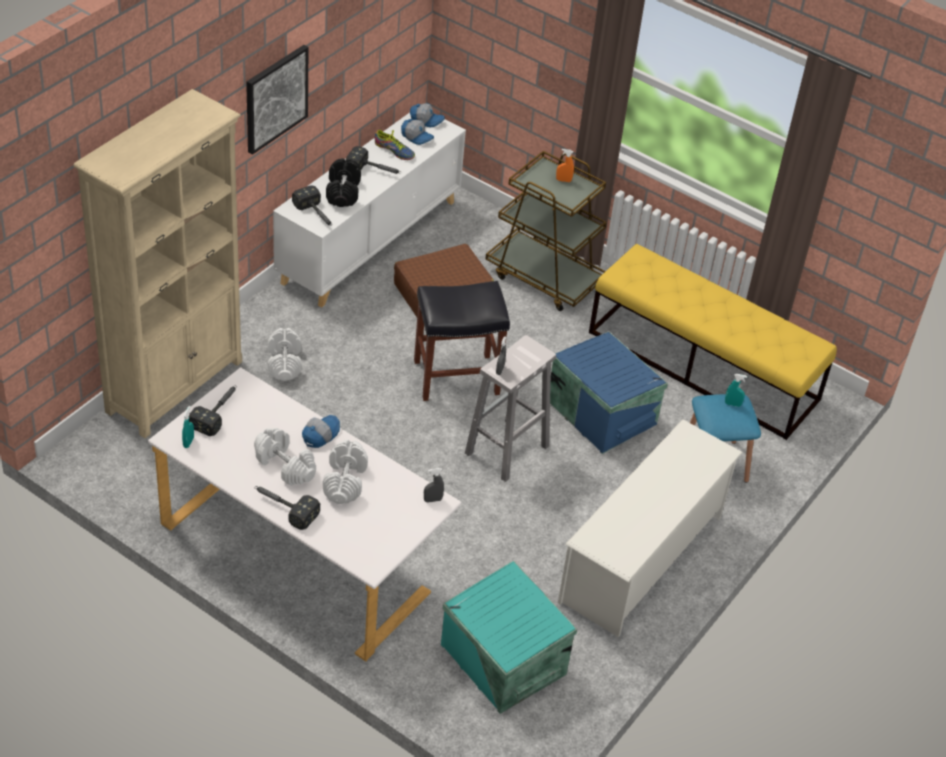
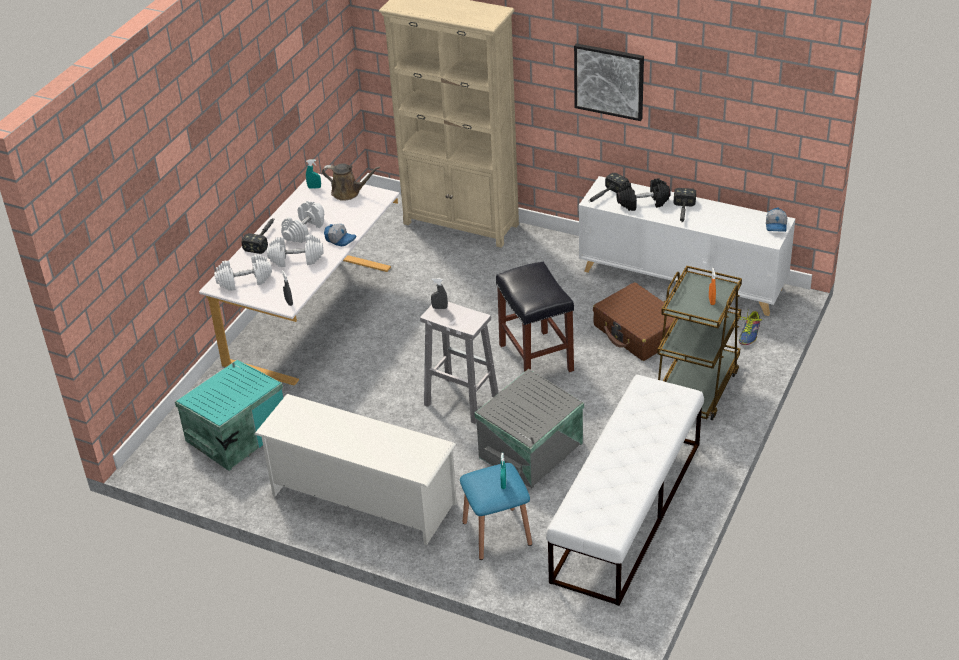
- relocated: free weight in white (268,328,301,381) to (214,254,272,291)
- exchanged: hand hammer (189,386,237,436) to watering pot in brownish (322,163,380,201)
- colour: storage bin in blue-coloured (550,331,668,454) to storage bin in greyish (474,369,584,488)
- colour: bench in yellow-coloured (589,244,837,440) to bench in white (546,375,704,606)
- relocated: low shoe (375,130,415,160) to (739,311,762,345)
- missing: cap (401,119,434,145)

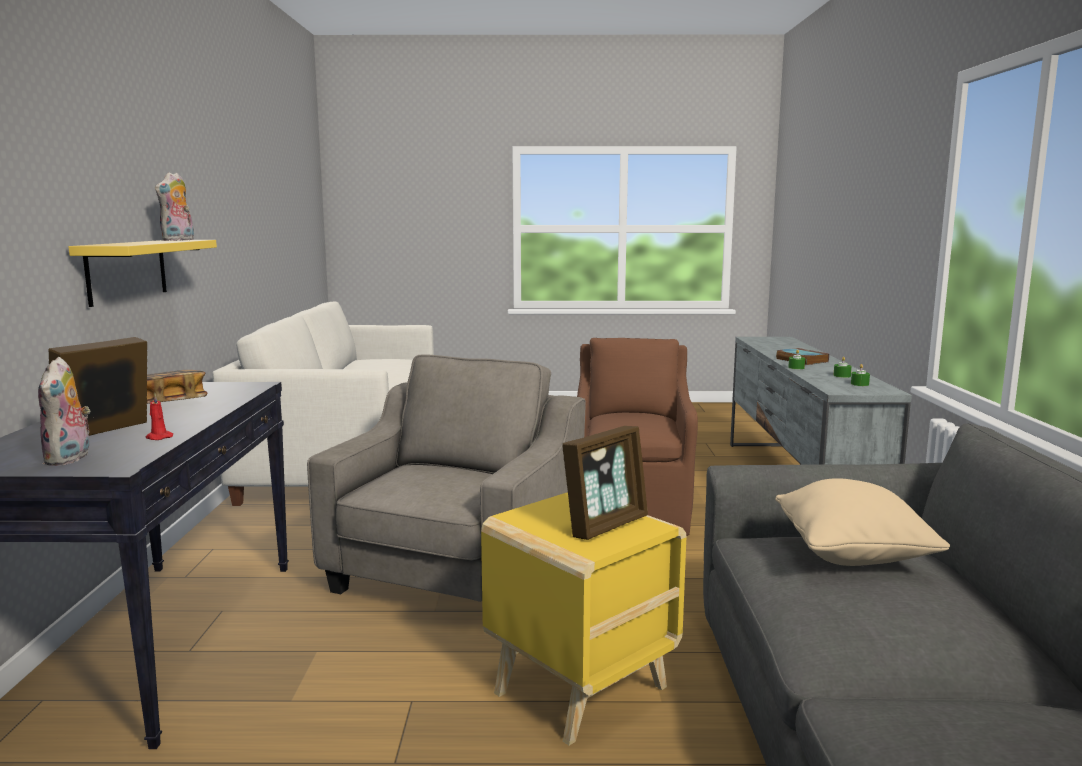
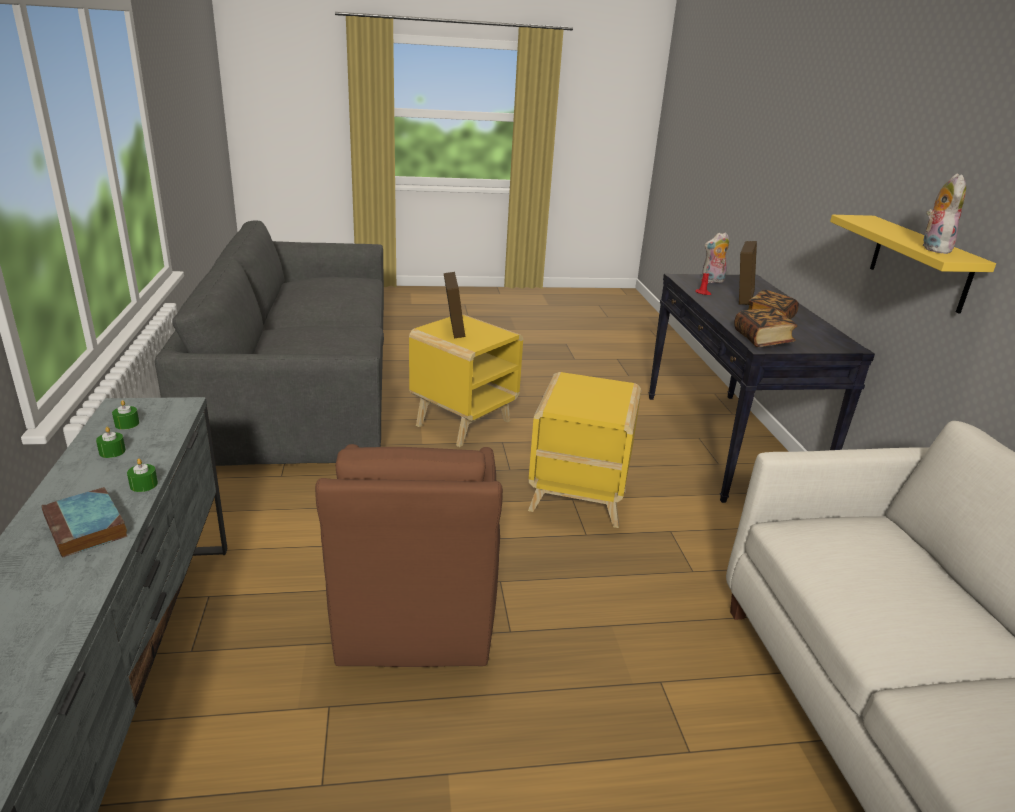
- spun: standing frame (562,426,648,540) = (444,272,465,338) 135 degrees clockwise
- exchanged: armchair in greyish (307,354,586,602) to accent table in yellow-coloured (528,372,641,528)
- spun: cuddly toy (38,357,91,466) = (701,232,729,283) 90 degrees counterclockwise
- appeared: volume (734,308,797,347)
- missing: cushion in beige-coloured (775,478,950,566)

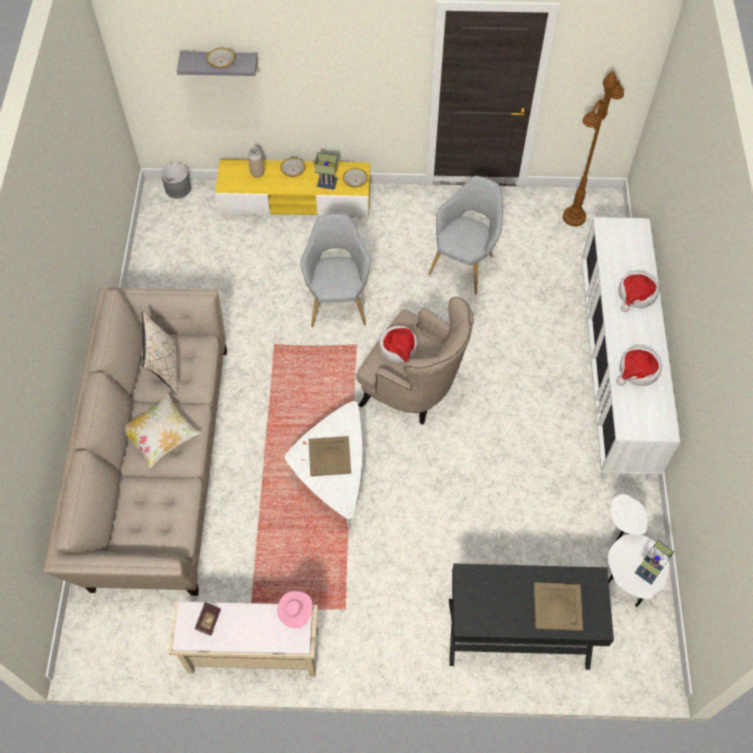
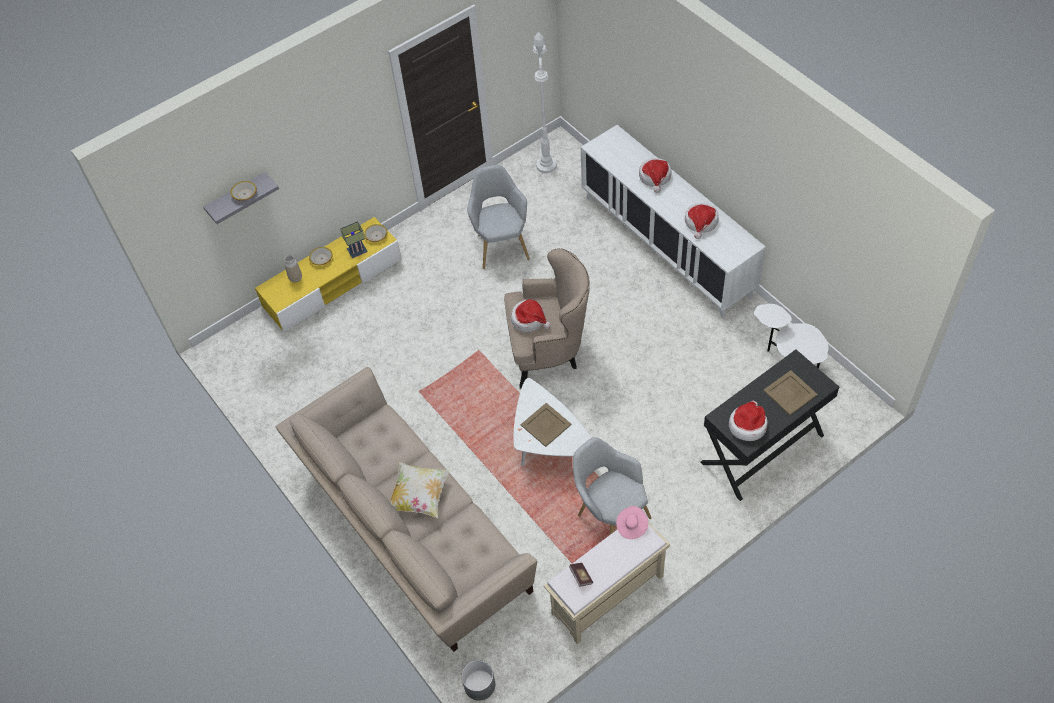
- relocated: plant pot in greyish (161,163,191,198) to (461,660,495,701)
- colour: standard lamp in brownish (563,71,624,226) to standard lamp in white (533,32,557,173)
- relocated: armchair in greyish (300,214,371,327) to (573,437,652,535)
- appeared: hat (729,401,768,441)
- missing: cushion in beige-coloured (142,311,178,395)
- missing: table lamp (635,540,674,585)

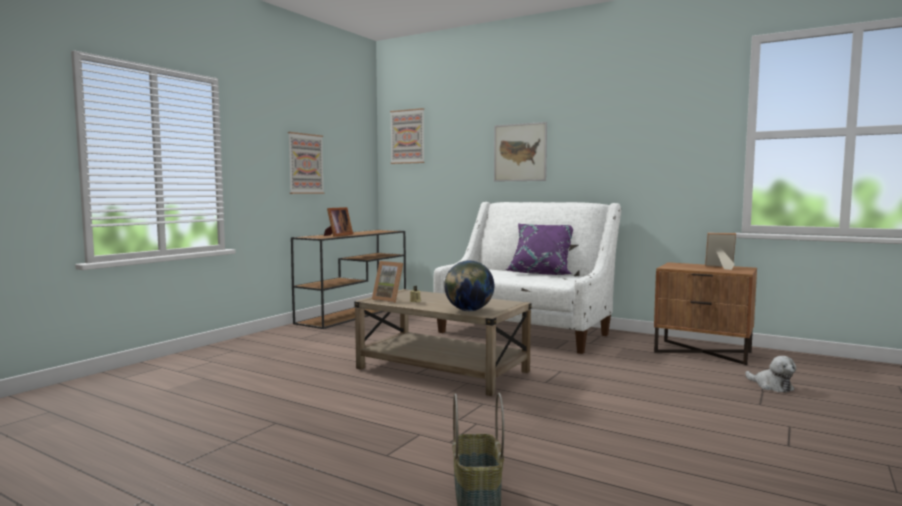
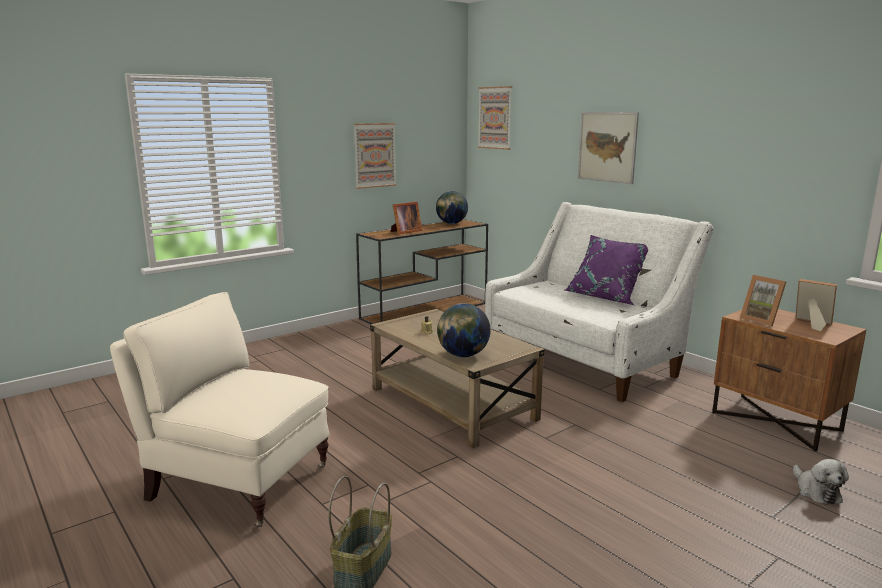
- appeared: armchair in beige-coloured (110,292,329,528)
- appeared: desk globe (436,191,468,224)
- relocated: standing frame (372,261,403,303) to (740,275,786,326)

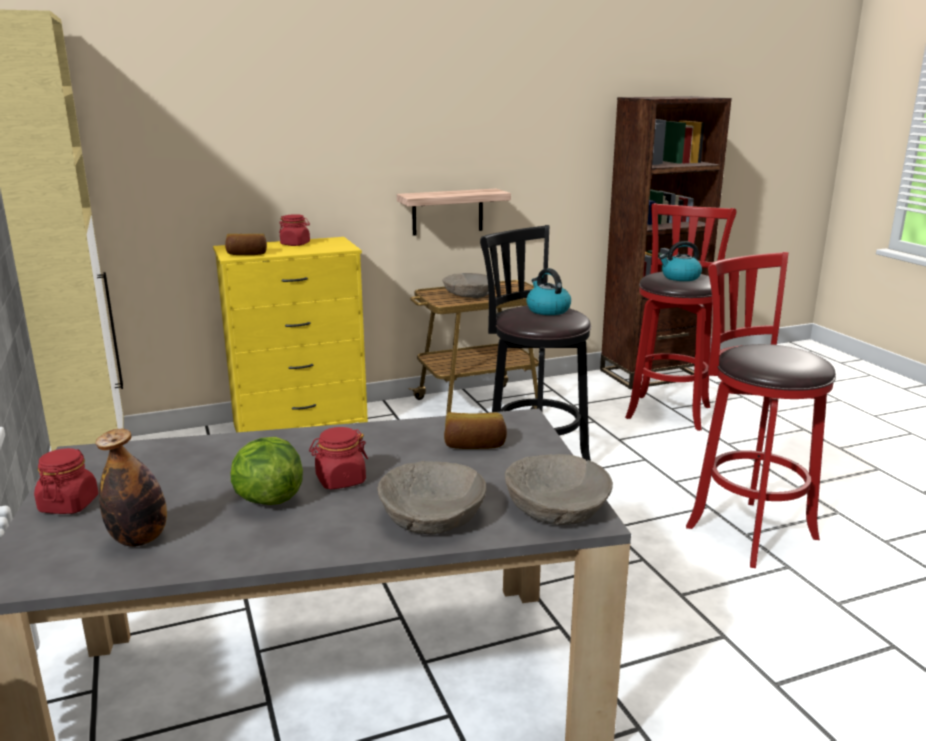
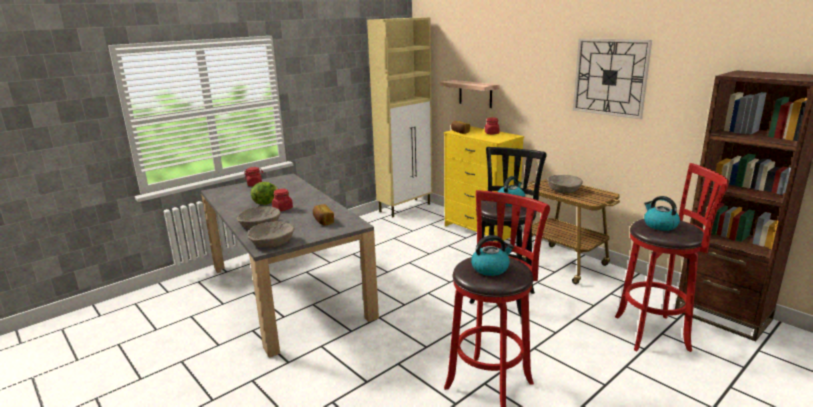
- relocated: wall shelf (397,189,511,236) to (440,80,499,108)
- appeared: kettle (471,235,514,276)
- appeared: wall clock (573,38,652,119)
- missing: beverage bottle (96,429,167,547)

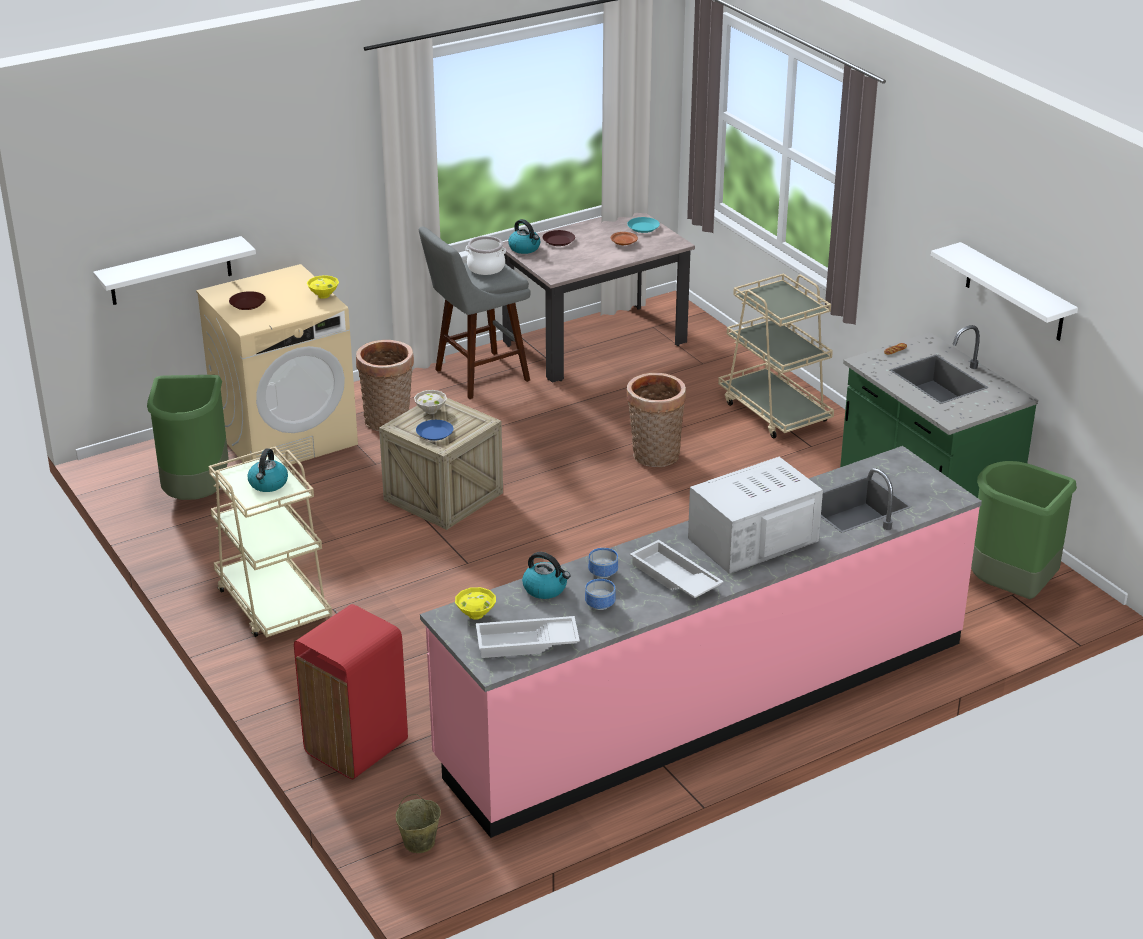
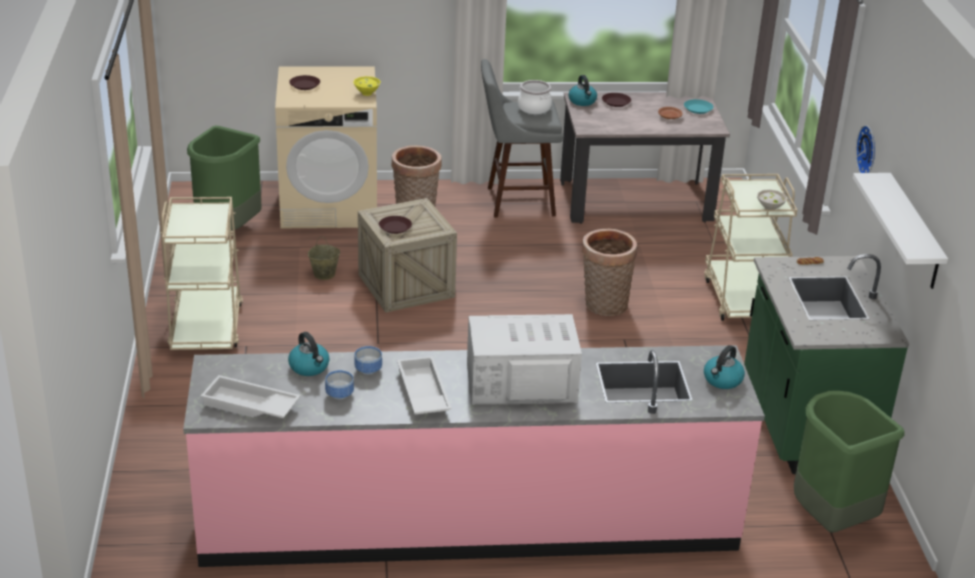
- relocated: water bucket in beige-coloured (396,794,441,853) to (308,237,340,280)
- colour: flat dish in blue-coloured (416,420,453,441) to flat dish in brownish (379,216,412,234)
- relocated: kettle (247,448,288,492) to (704,345,745,389)
- relocated: deep dish in white (414,390,447,414) to (757,189,787,209)
- appeared: wall clock (856,125,875,173)
- missing: wall shelf in white (93,236,256,305)
- missing: waste bin in red (294,604,408,779)
- missing: deep dish in yellow-coloured (455,587,496,619)

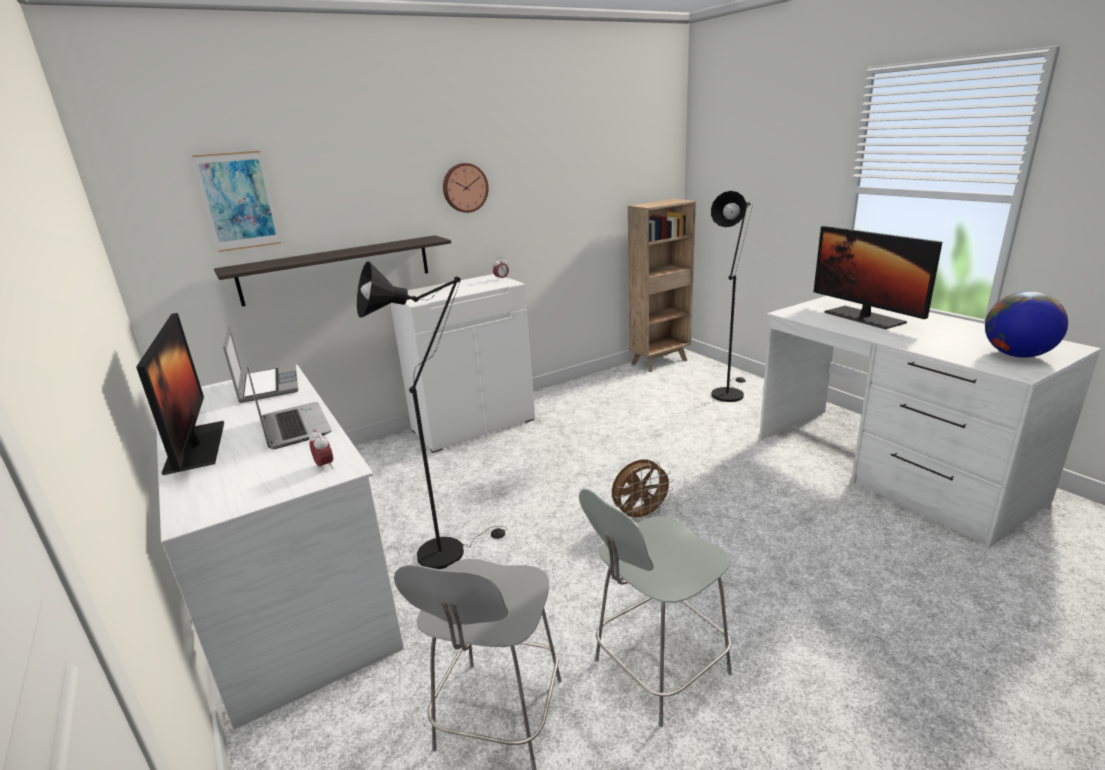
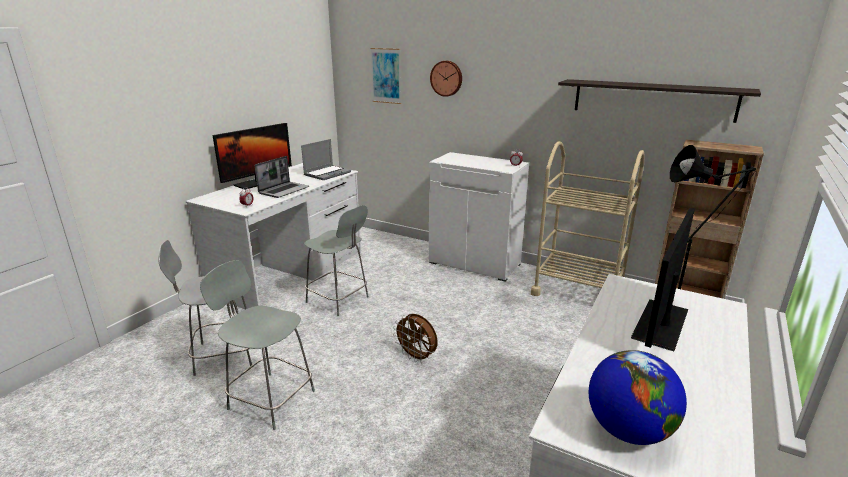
- exchanged: standard lamp in black-coloured (357,261,507,569) to plain chair in greyish (304,205,369,316)
- relocated: wall clock (443,163,489,213) to (430,61,462,97)
- appeared: cart in beige-coloured (531,141,644,296)
- relocated: wall shelf (214,235,451,307) to (558,79,761,123)

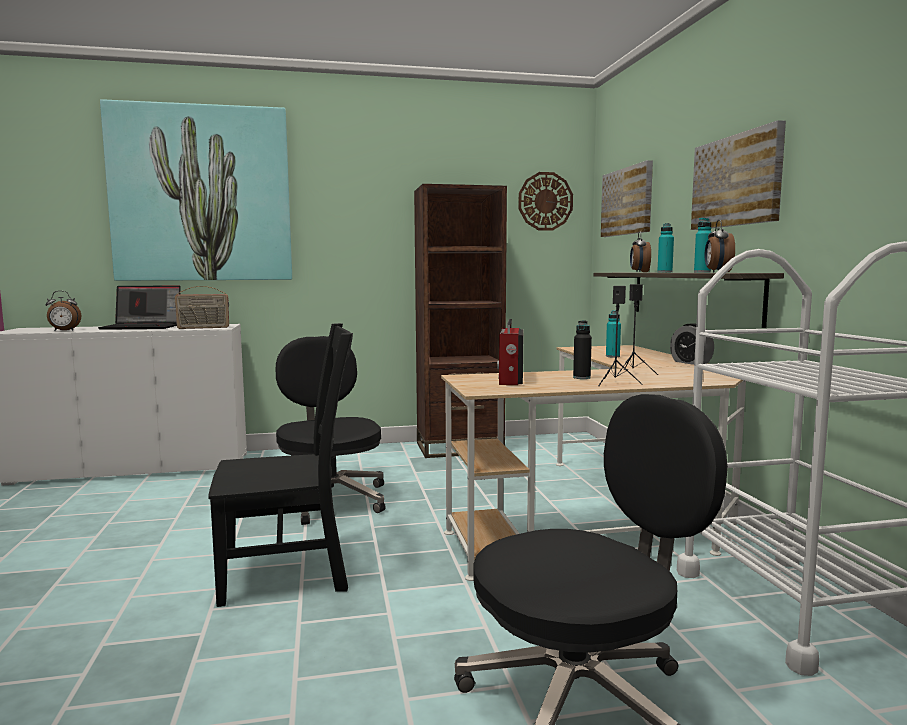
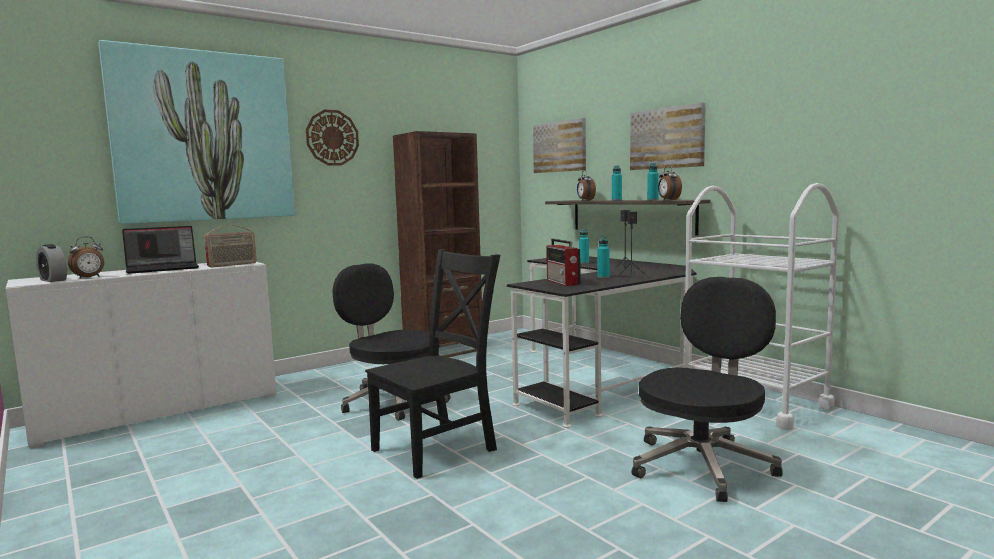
- relocated: table clock (670,323,714,365) to (36,244,67,282)
- relocated: wall clock (519,172,573,231) to (306,109,359,165)
- colour: desk table in beige-coloured (441,345,746,581) to desk table in black-coloured (507,256,696,428)
- colour: beverage bottle in black-coloured (573,320,592,379) to beverage bottle in turquoise-coloured (597,237,610,278)

